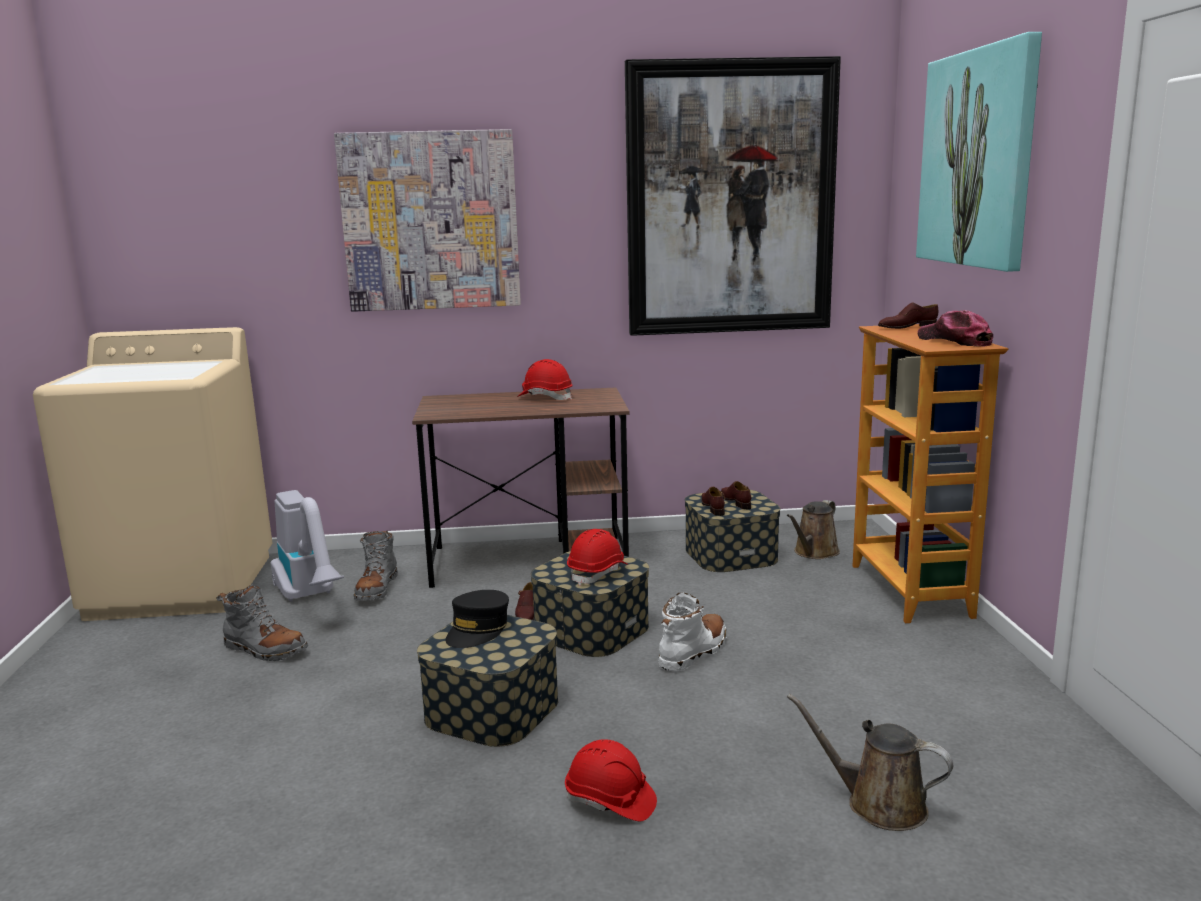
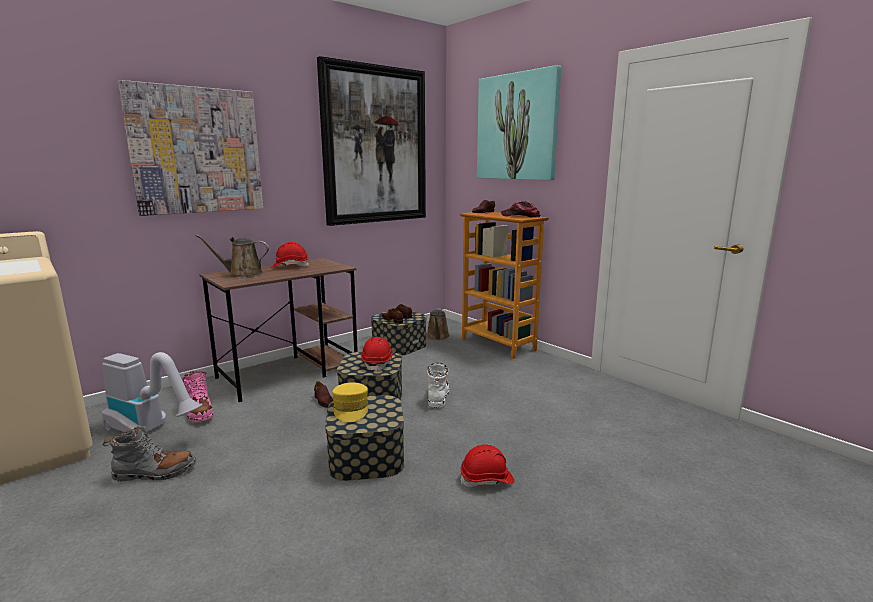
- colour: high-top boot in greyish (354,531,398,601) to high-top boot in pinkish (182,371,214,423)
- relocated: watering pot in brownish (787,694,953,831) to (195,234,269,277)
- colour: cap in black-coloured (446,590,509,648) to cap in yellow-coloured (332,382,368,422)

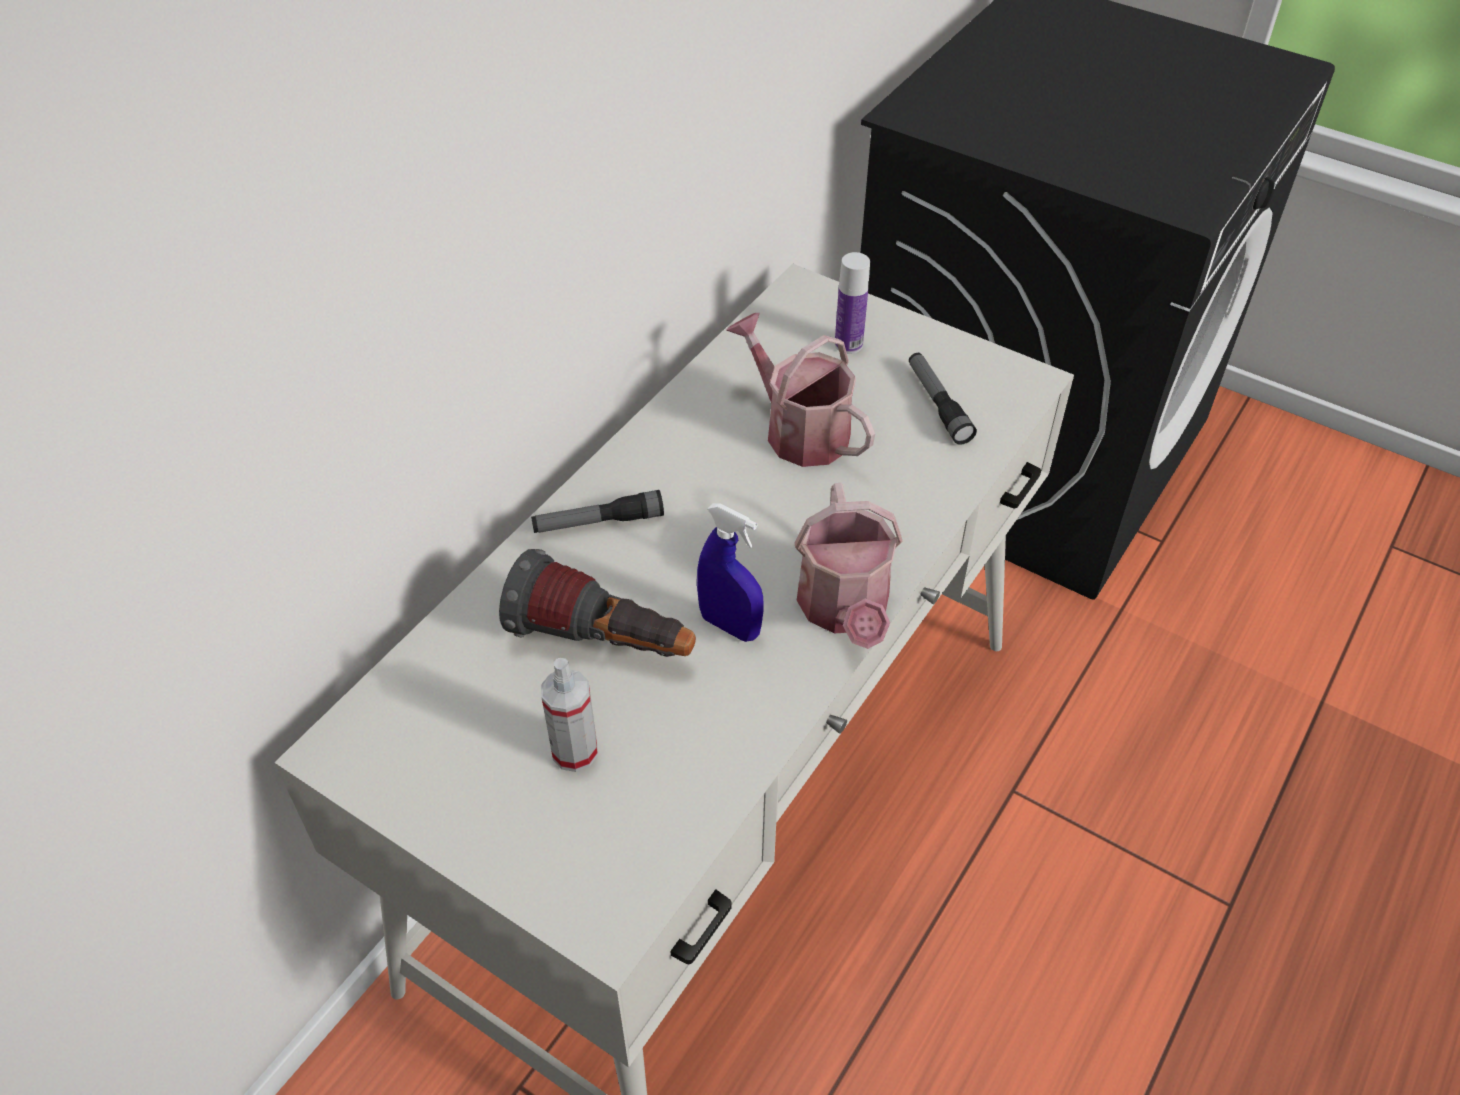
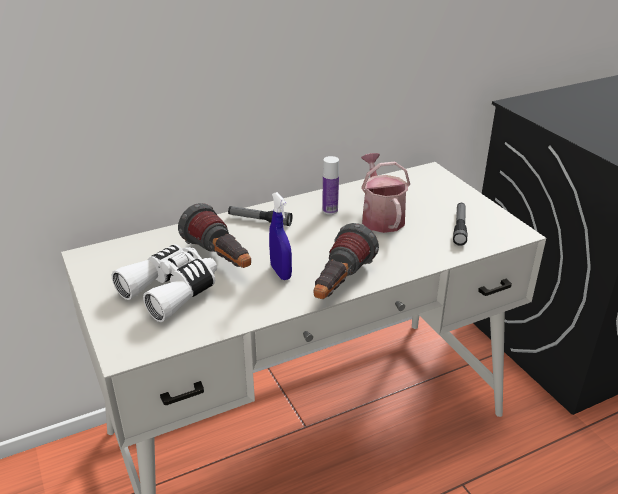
- exchanged: spray bottle (541,658,598,772) to pair of binoculars in white (112,244,217,322)
- exchanged: watering pot (795,483,902,649) to flashlight (313,223,379,299)
- relocated: beverage bottle (835,252,870,354) to (322,156,339,215)

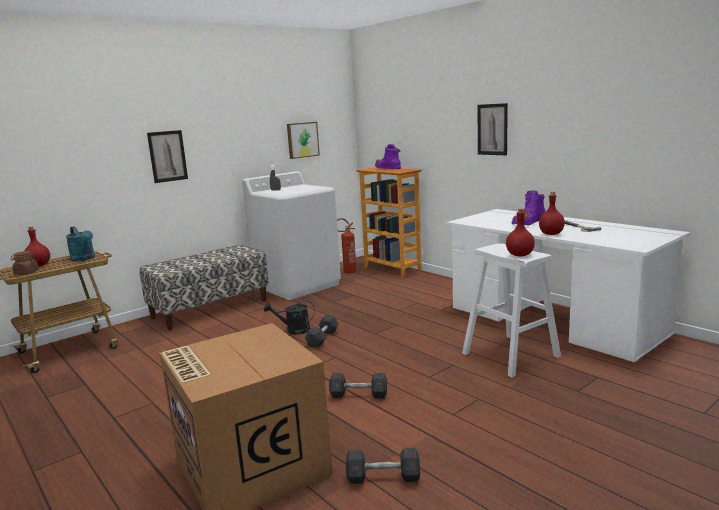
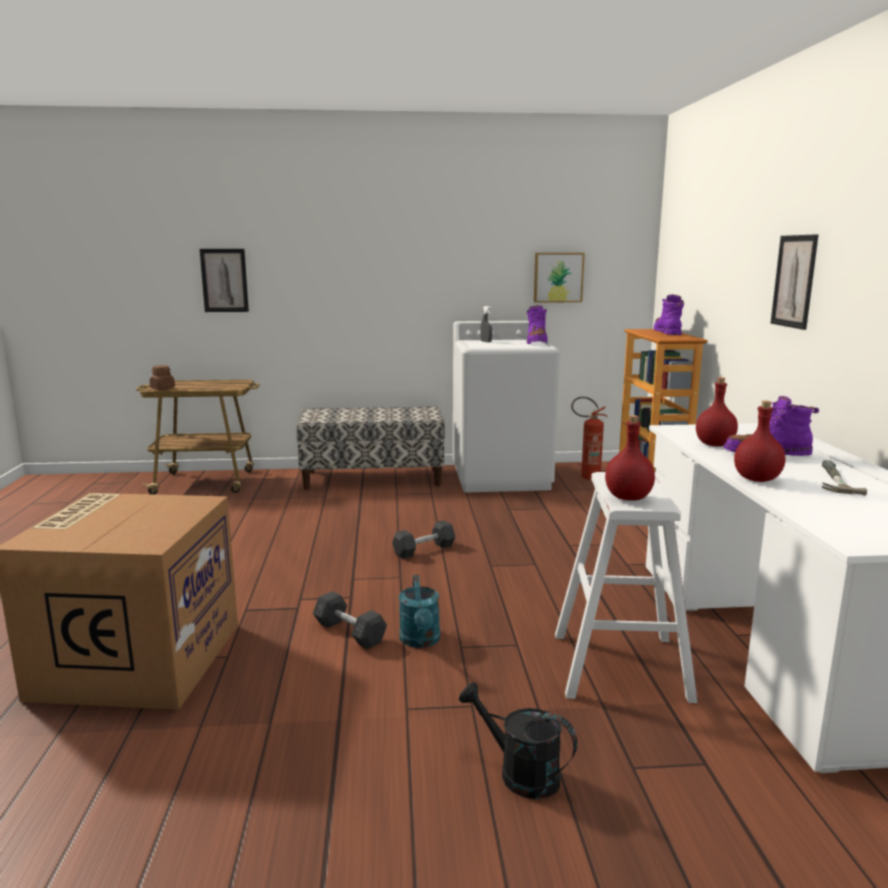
- relocated: wall picture (147,130,188,183) to (200,249,249,312)
- relocated: watering pot in turquoise-coloured (66,226,95,262) to (399,575,440,648)
- relocated: watering pot in black-coloured (264,300,315,335) to (459,682,577,799)
- appeared: high-top boot in purple (527,305,548,344)
- relocated: beverage bottle in red (24,226,50,267) to (696,377,738,446)
- missing: free weight in greyish (346,448,420,484)

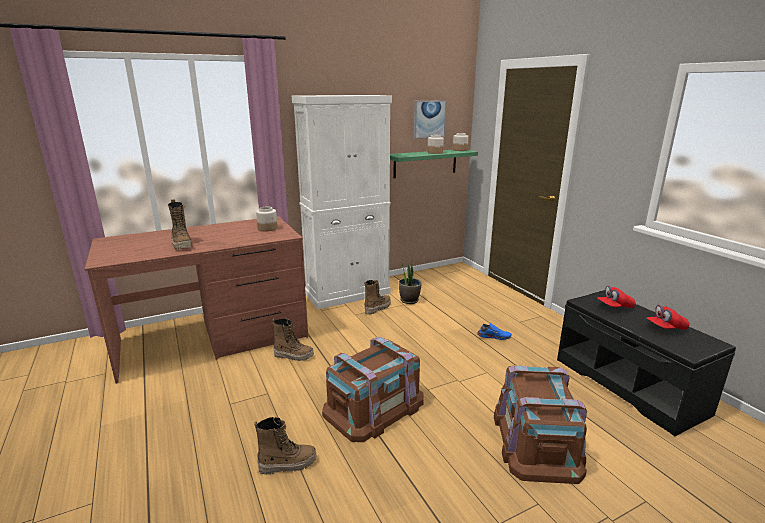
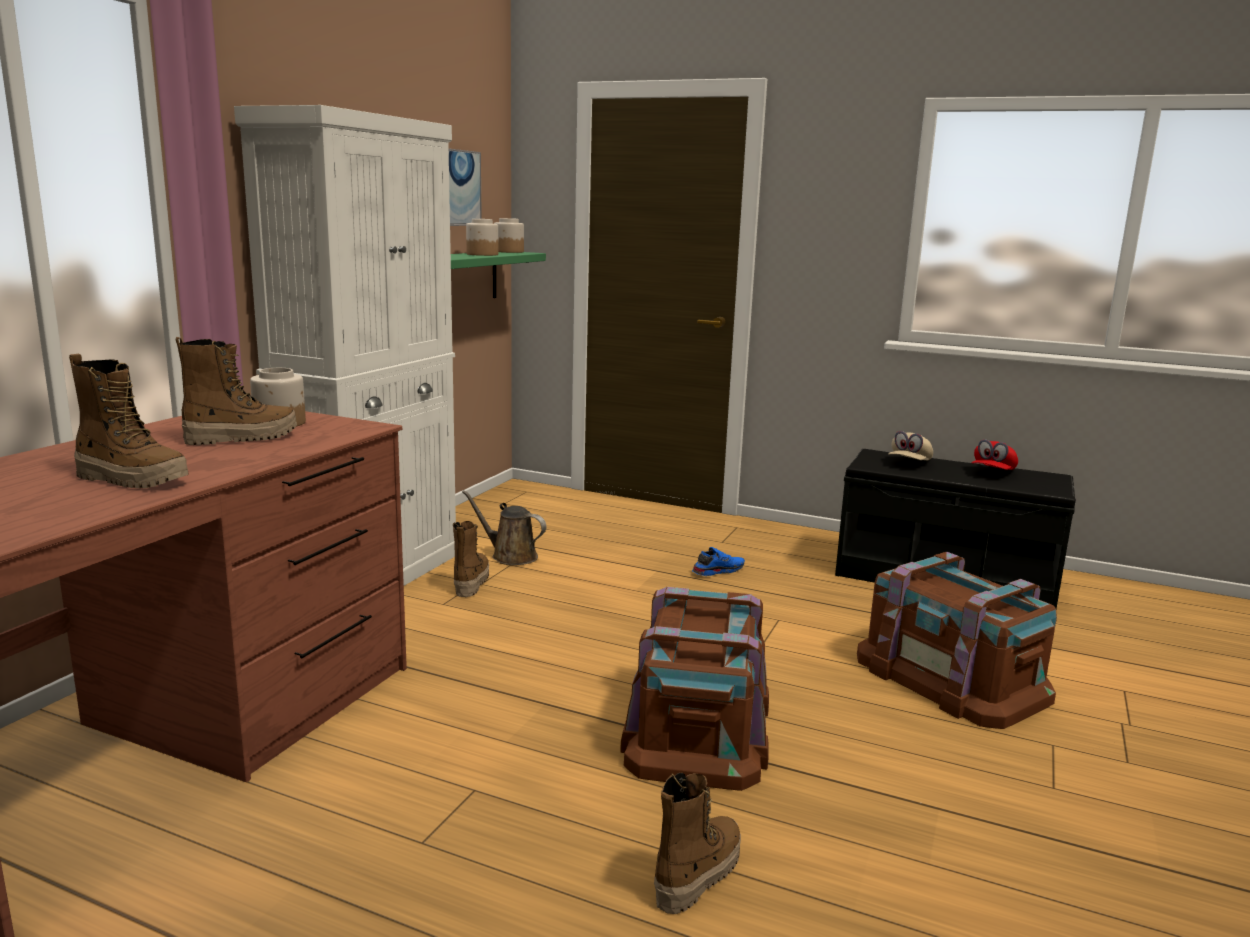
- relocated: high-top boot (272,318,314,361) to (176,337,297,445)
- exchanged: plant in a pot (399,260,422,304) to watering pot in brownish (462,490,547,565)
- colour: cap in red (597,285,636,308) to cap in beige-coloured (889,431,933,460)

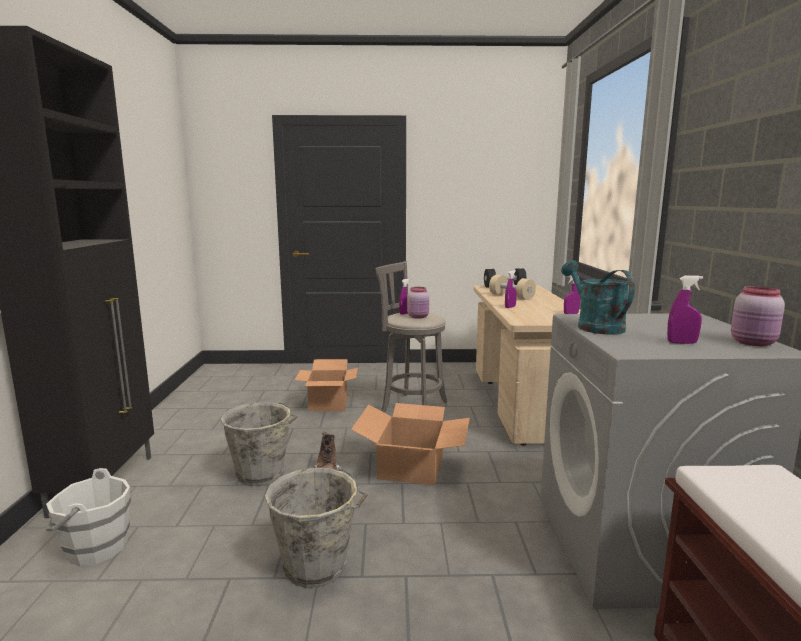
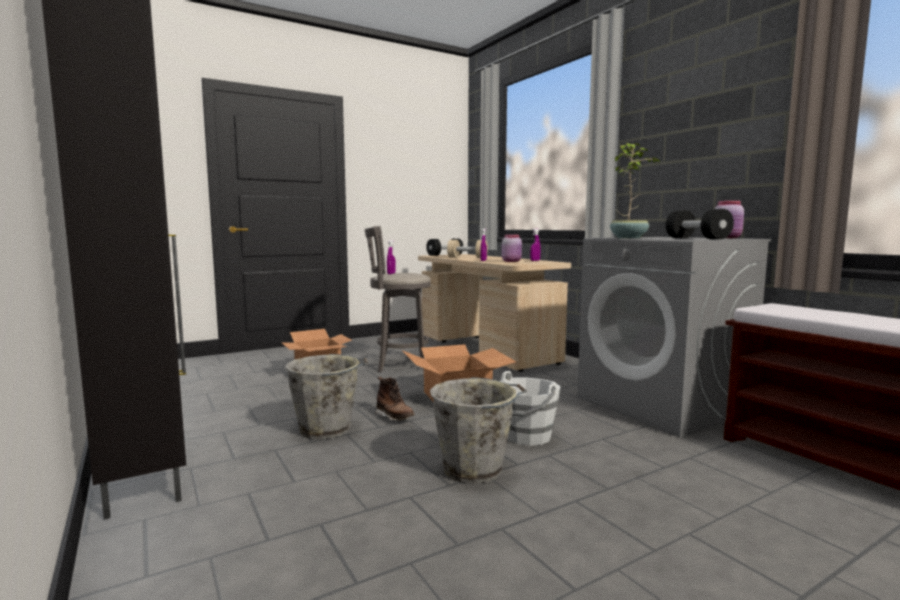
- relocated: water bucket in white (46,468,131,566) to (500,371,561,446)
- relocated: preserve jar in pinkish (407,287,429,319) to (502,235,522,262)
- exchanged: watering pot in turquoise-coloured (561,260,635,335) to plant in a pot (610,143,661,239)
- exchanged: spray bottle in purple (667,276,703,344) to free weight in black-coloured (666,209,734,239)

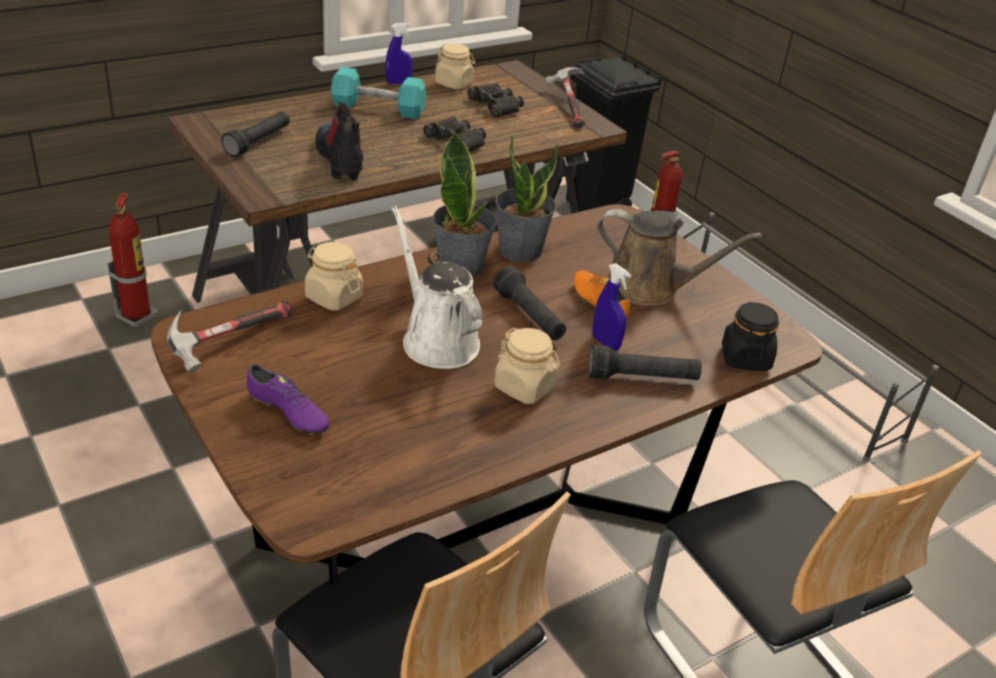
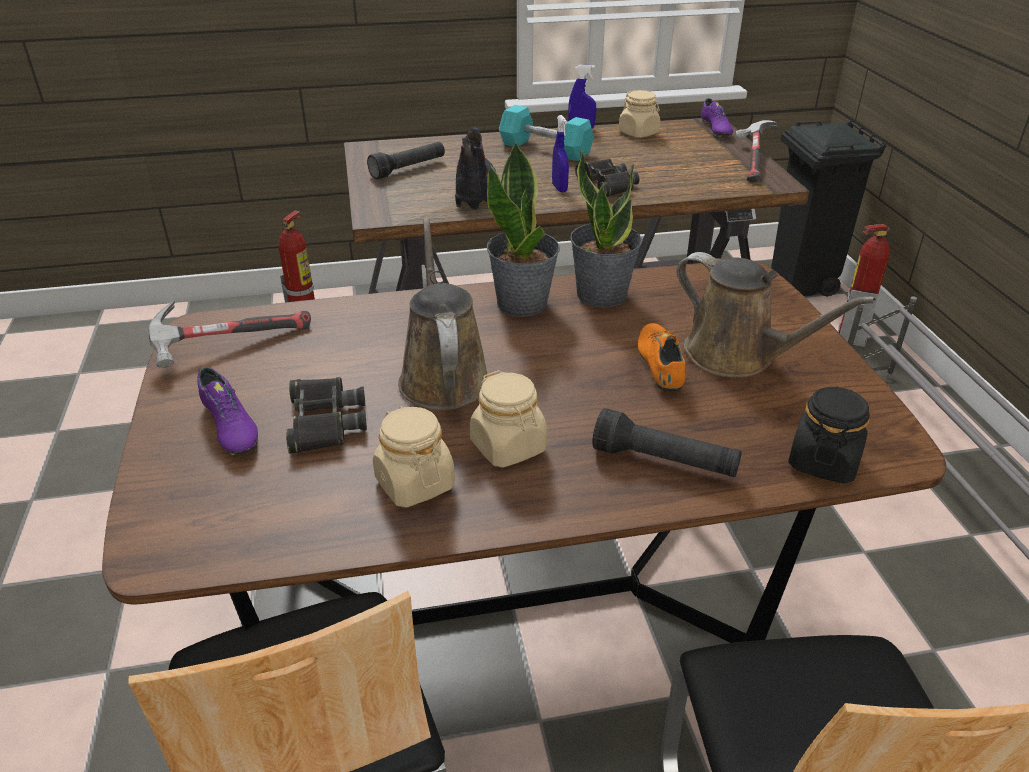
- relocated: pair of binoculars in black-coloured (468,83,524,118) to (286,377,367,453)
- relocated: preserve jar in beige-coloured (305,242,363,310) to (373,407,455,507)
- colour: watering pot in white (392,206,482,369) to watering pot in brownish (398,218,488,410)
- relocated: spray bottle in blue-coloured (592,263,631,351) to (552,115,569,192)
- appeared: low shoe in purple (701,98,733,137)
- missing: flashlight in black-coloured (493,266,566,340)

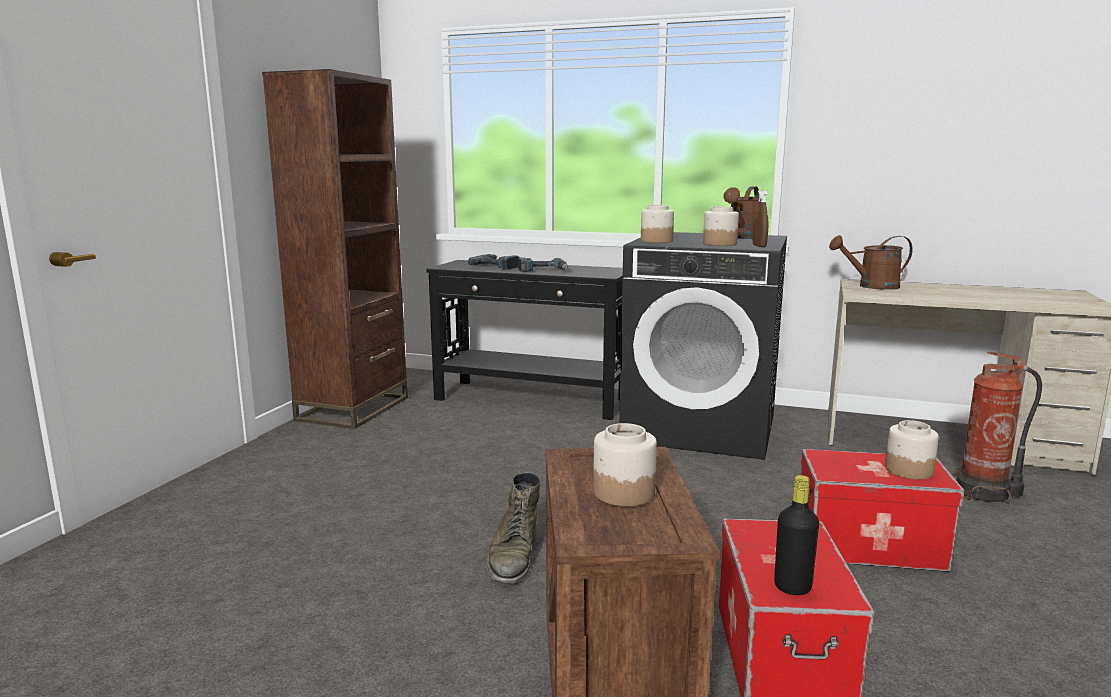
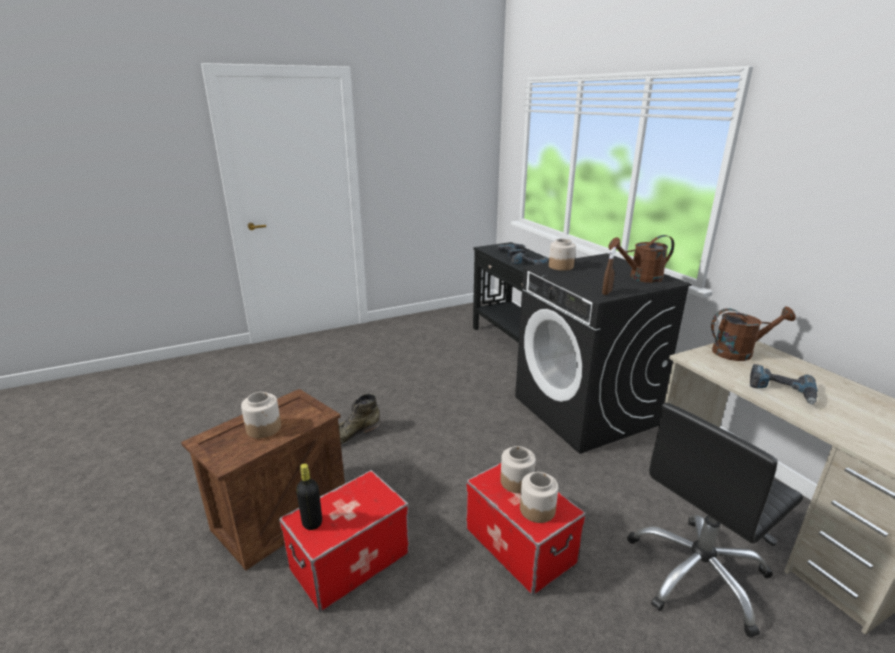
- relocated: preserve jar (703,206,739,246) to (500,446,536,493)
- exchanged: fire-fighting cylinder (954,352,1042,503) to computer chair in black-coloured (627,403,803,638)
- spun: watering pot in brownish (829,235,913,290) = (711,307,796,361) 135 degrees clockwise
- appeared: power drill (750,364,818,405)
- missing: shelving unit in brownish (262,69,408,429)

